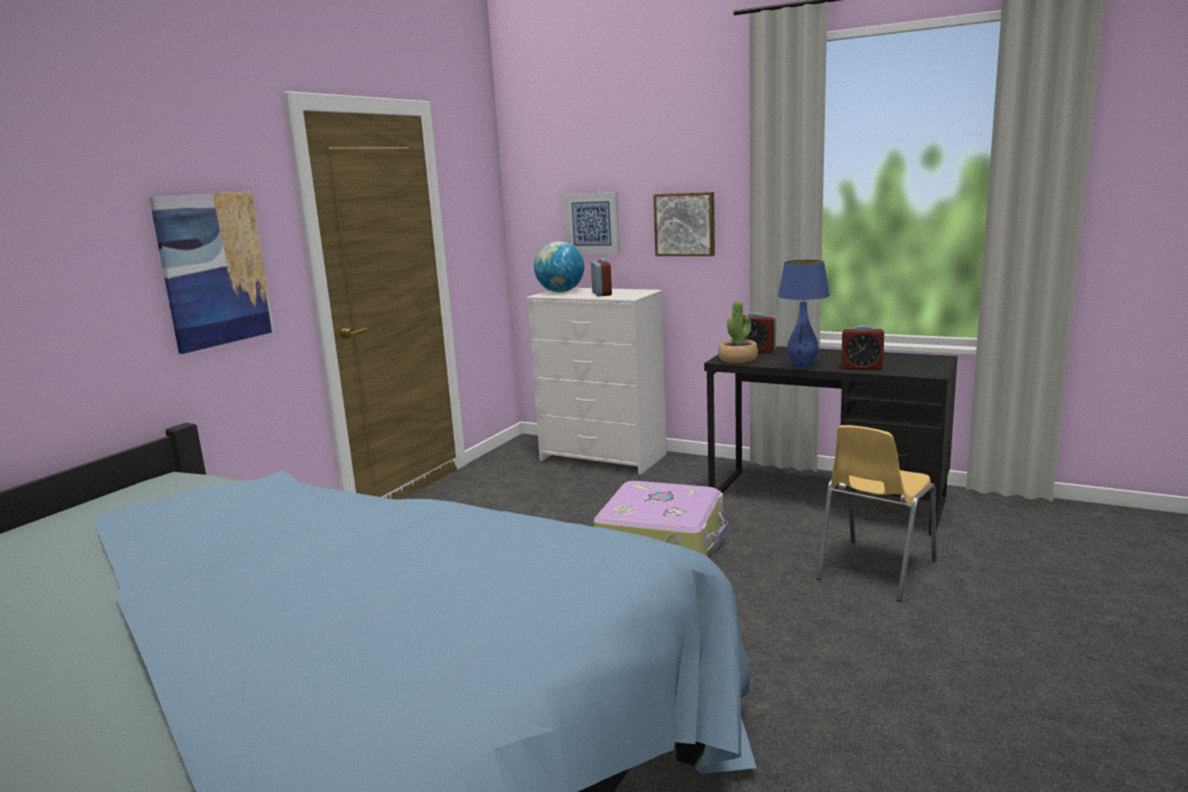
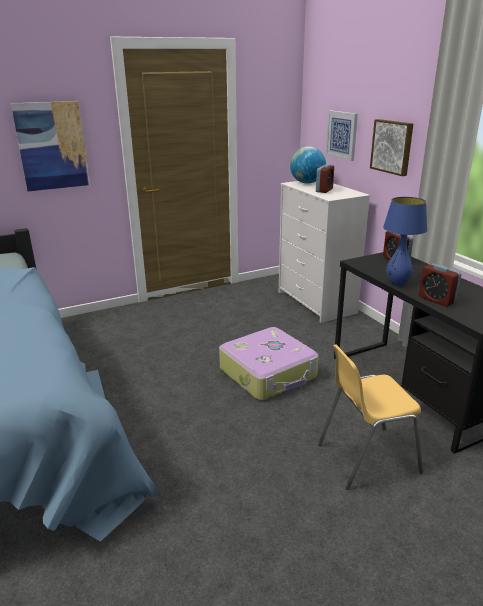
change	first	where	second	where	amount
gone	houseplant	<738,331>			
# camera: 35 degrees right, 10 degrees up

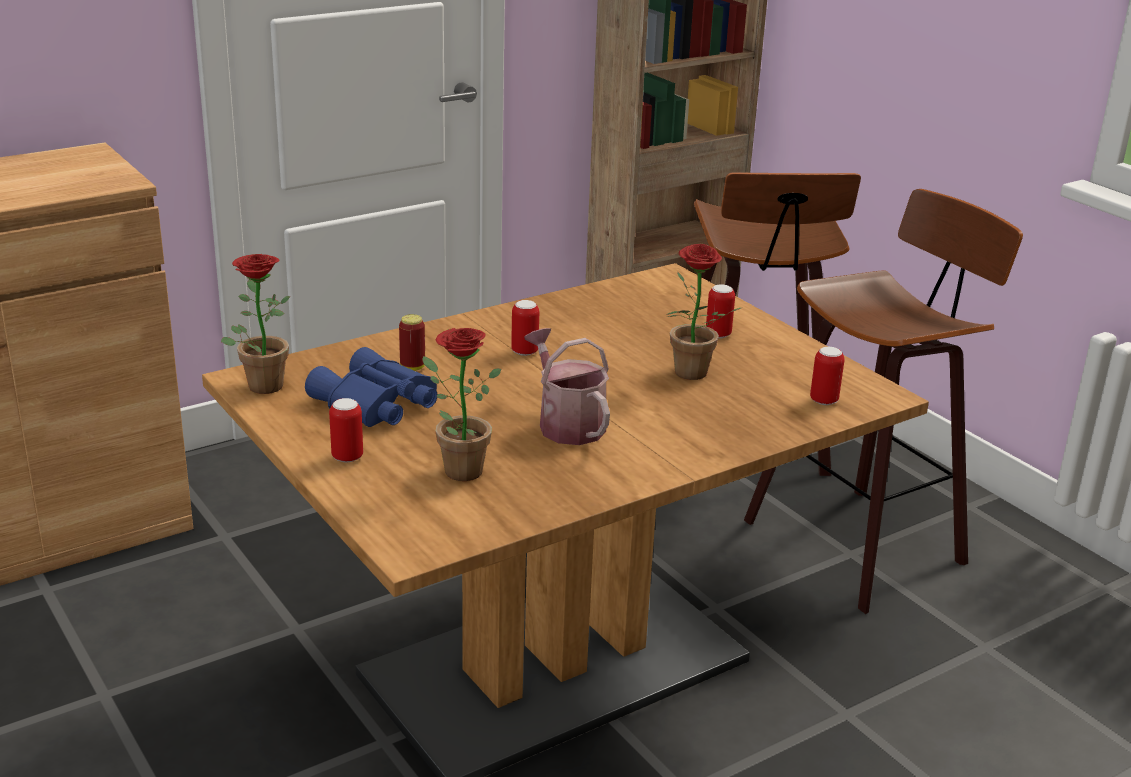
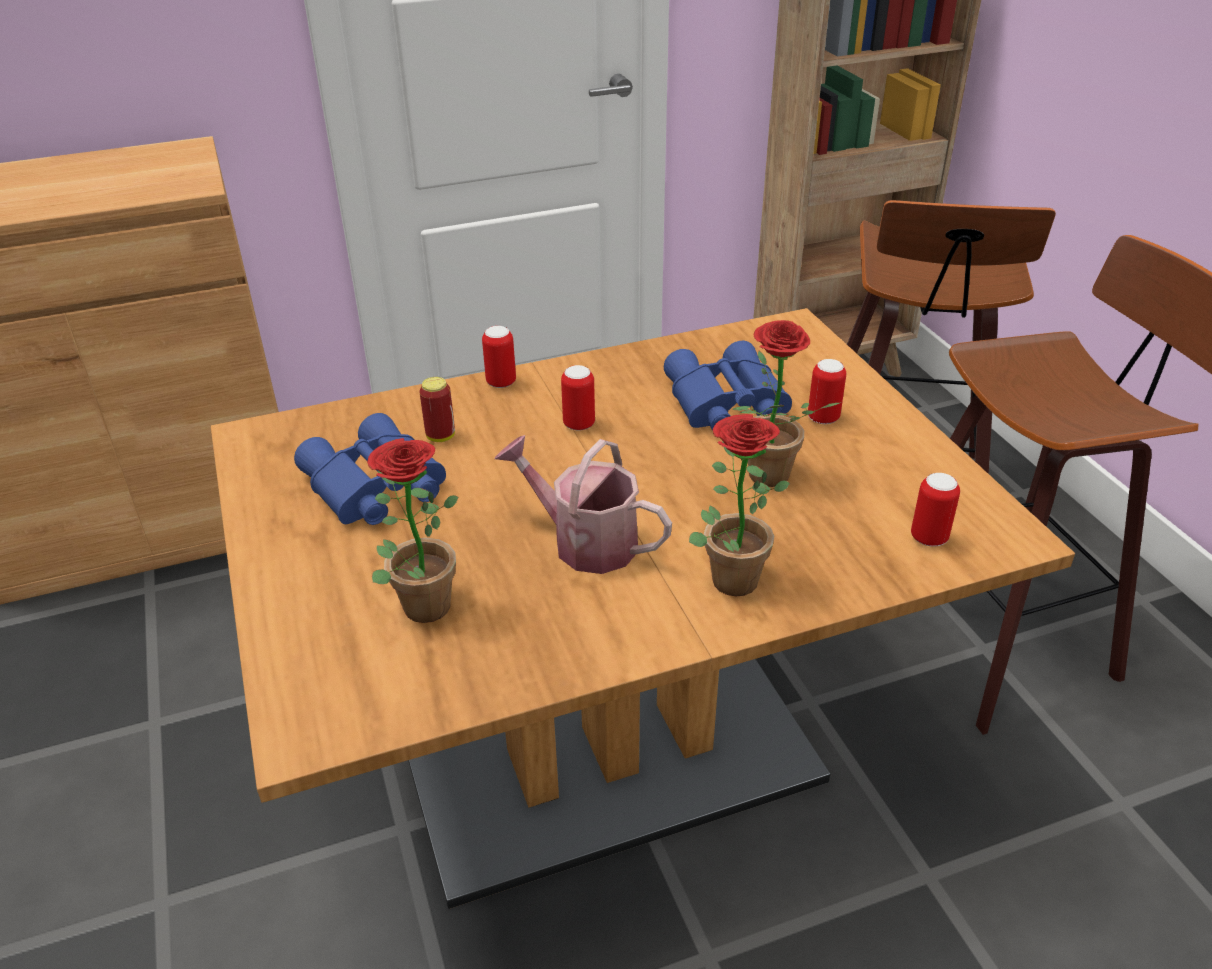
change	first	where	second	where	amount
new			blue field glasses	<728,386>	
shifted	houseplant	<255,324>		<739,505>	
shifted	sealed can	<346,430>		<499,357>	
rotated	watering can	<567,386>		<583,504>	45 degrees counterclockwise
# camera: 15 degrees right, 10 degrees up

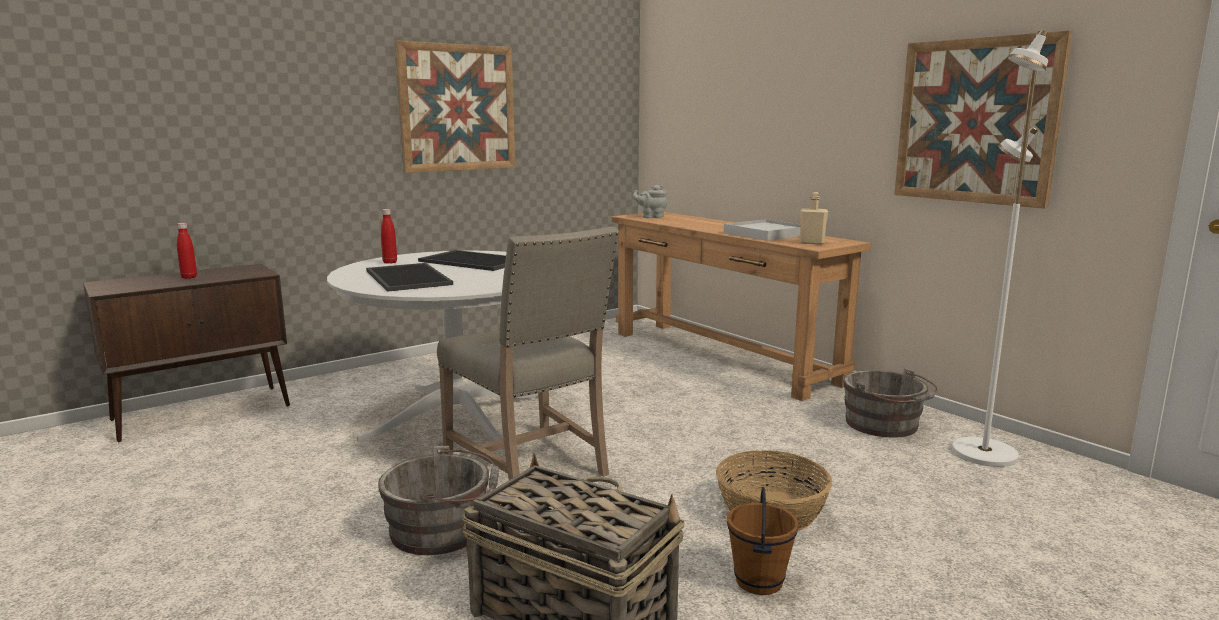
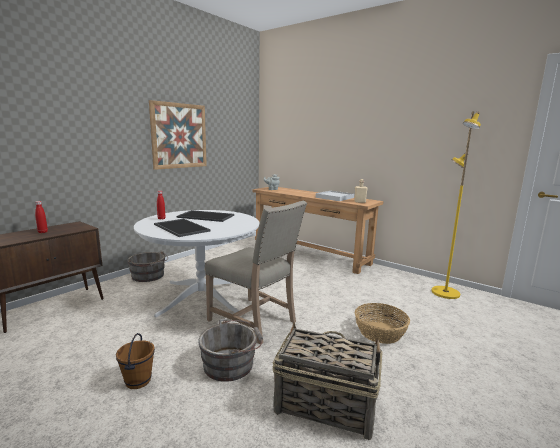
change	first	where	second	where	amount
gone	wall art	<983,120>			
shifted	brown water bucket	<762,541>		<135,361>	
shifted	greyish water bucket	<890,402>		<147,266>	
repainted	whitish standard lamp	<1000,248>	yellow standard lamp	<456,205>	
# camera: 15 degrees left, 0 degrees up

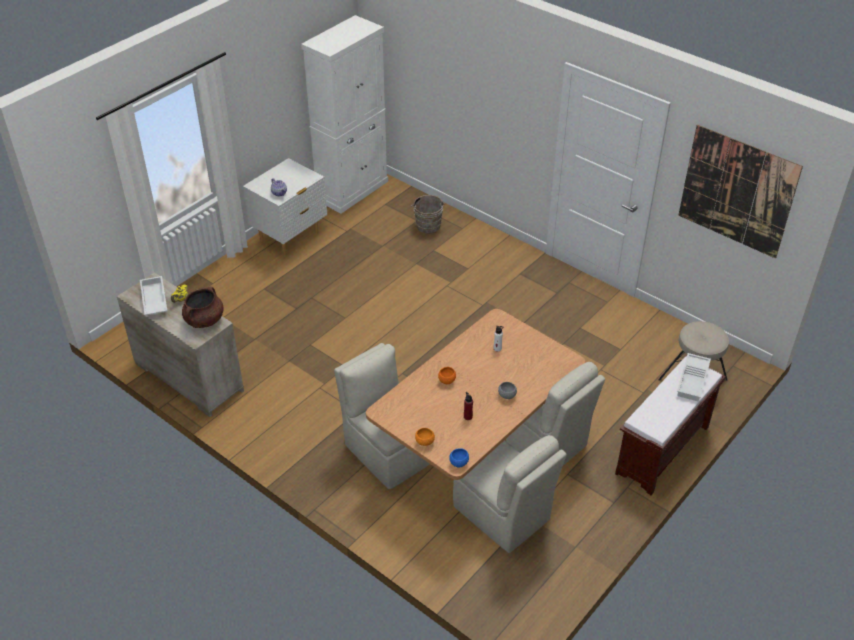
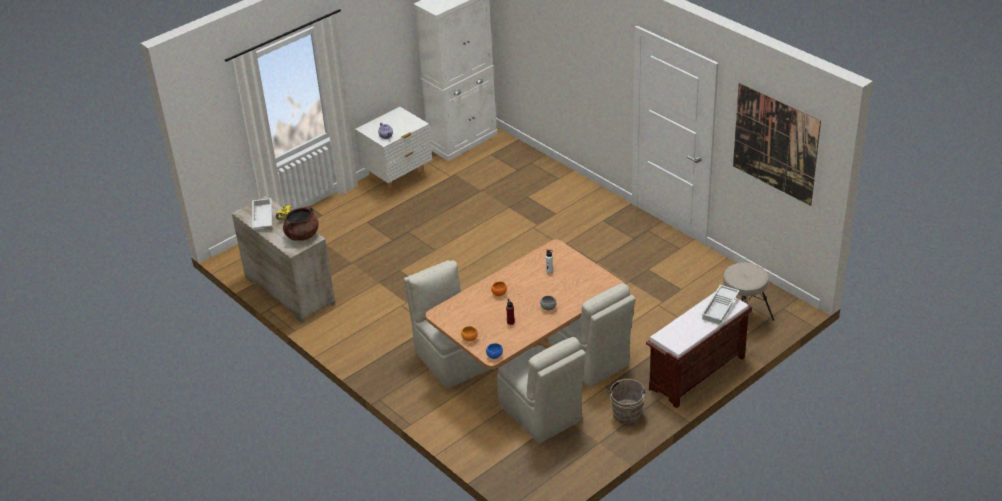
change	first	where	second	where	amount
shifted	brown water bucket	<429,214>		<627,401>	
# camera: 10 degrees right, 5 degrees down

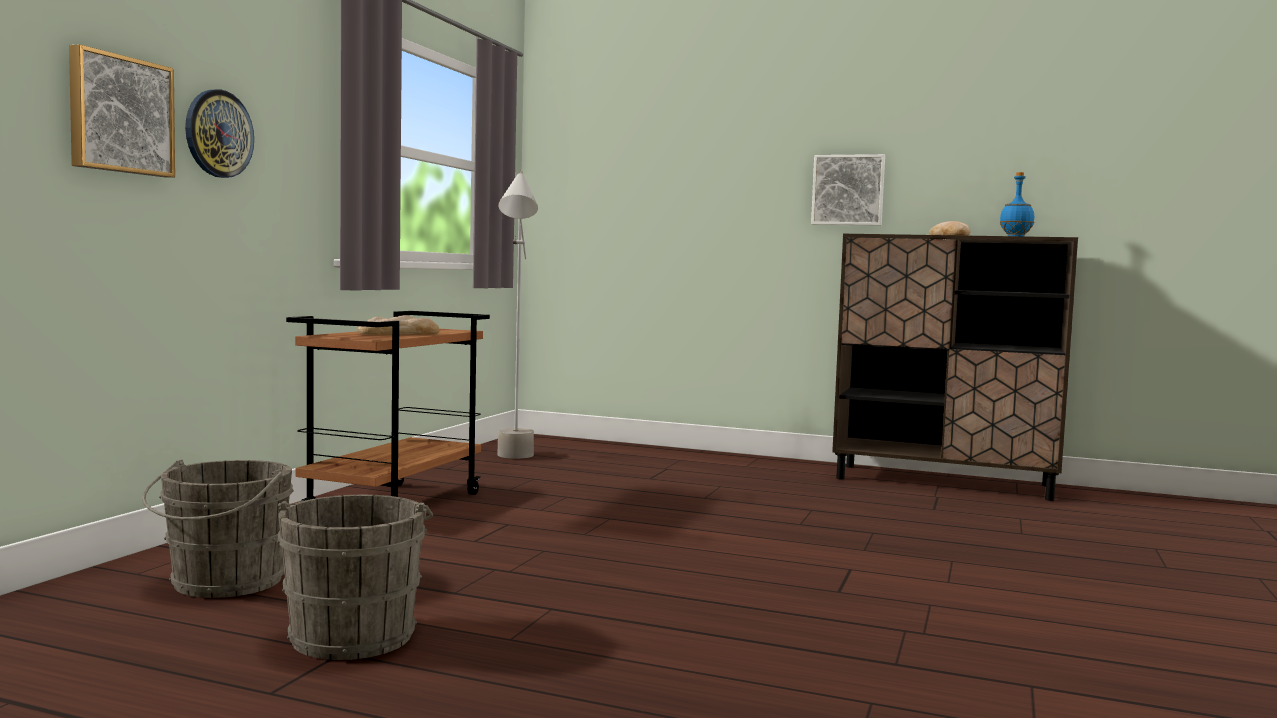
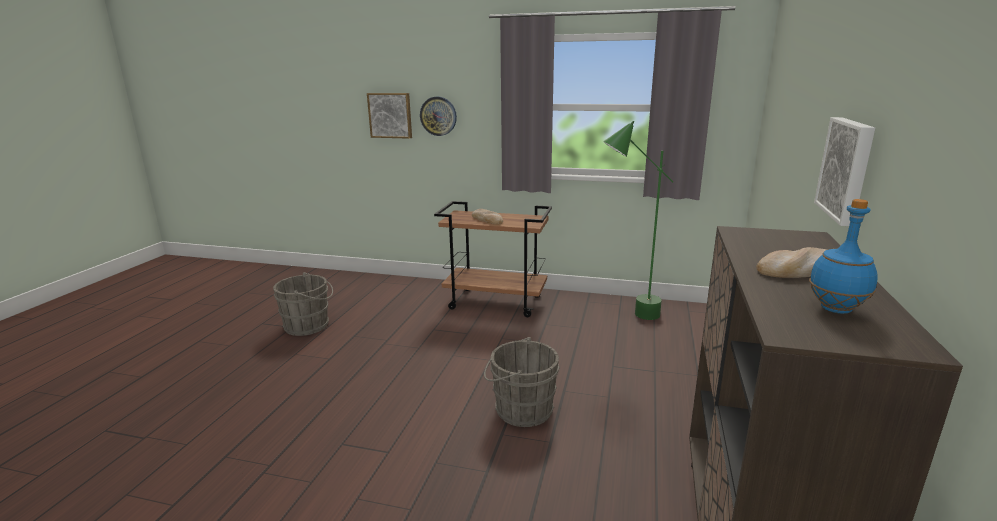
change	first	where	second	where	amount
shifted	greyish water bucket	<218,529>		<522,382>	
repainted	greyish standard lamp	<517,314>	greenish standard lamp	<638,220>	
# camera: 85 degrees right, 15 degrees up

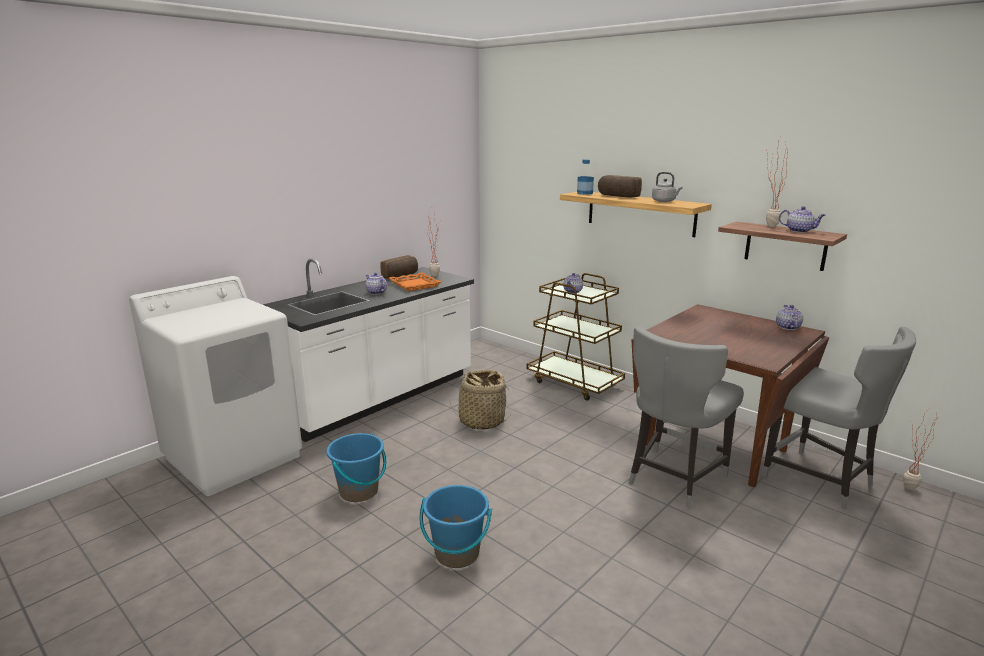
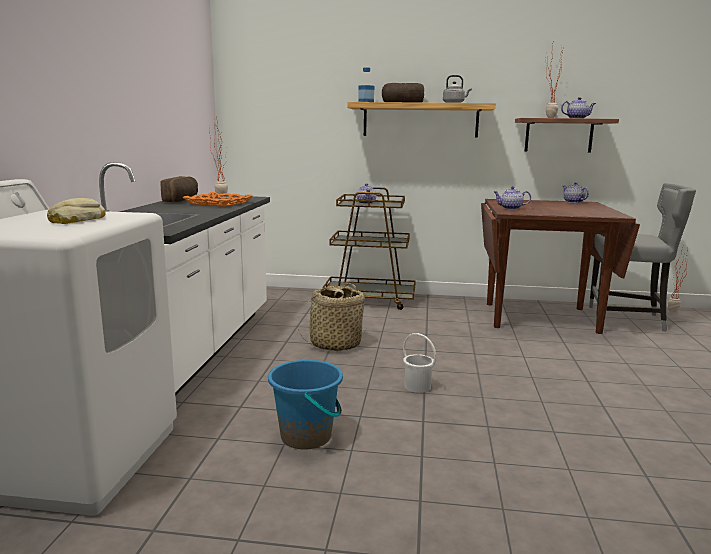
change	first	where	second	where	amount
gone	blue water bucket	<455,526>			
gone	greyish plain chair	<686,417>			
new			bakery bread	<76,211>	
new			whitish water bucket	<419,363>	
shifted	teapot	<376,284>		<512,197>	
# camera: 35 degrees left, 5 degrees down

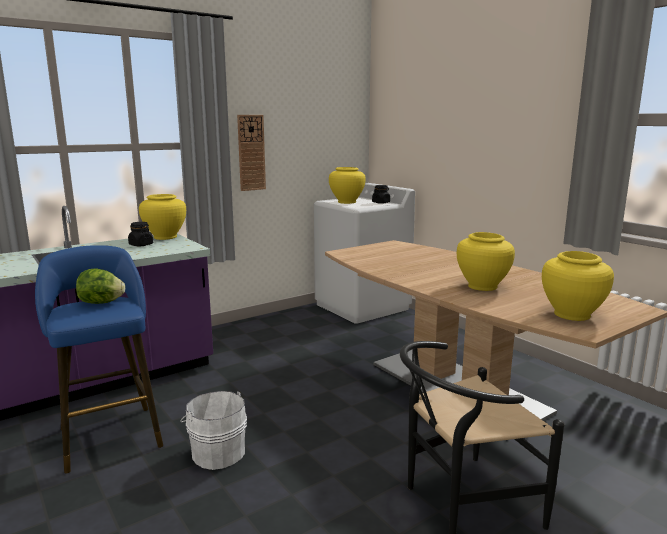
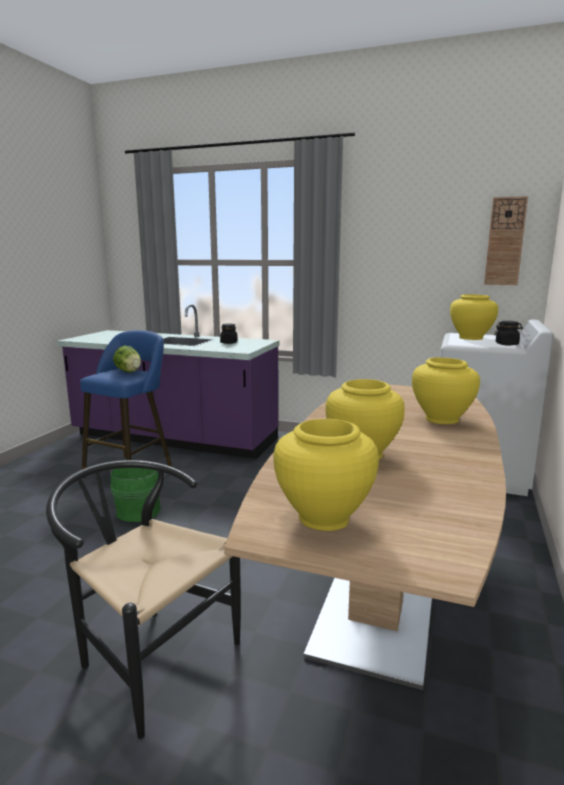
change	first	where	second	where	amount
shifted	yellow vase	<162,217>		<446,390>	
shifted	wall clock	<251,153>		<506,240>	
repainted	whitish water bucket	<213,430>	greenish water bucket	<137,495>	
# camera: 55 degrees right, 0 degrees up

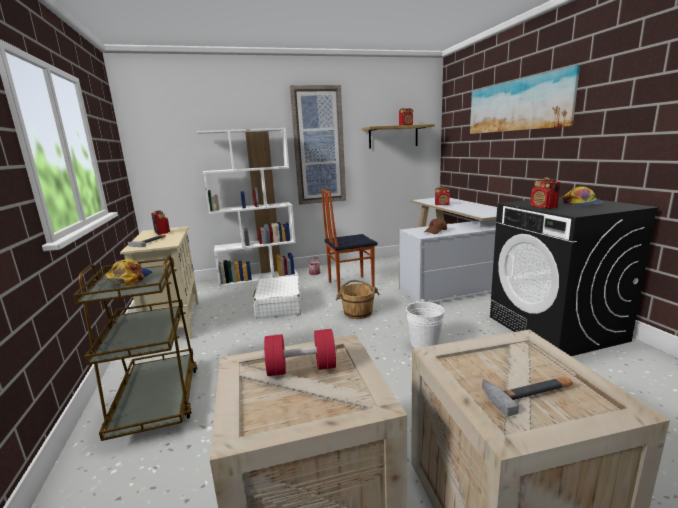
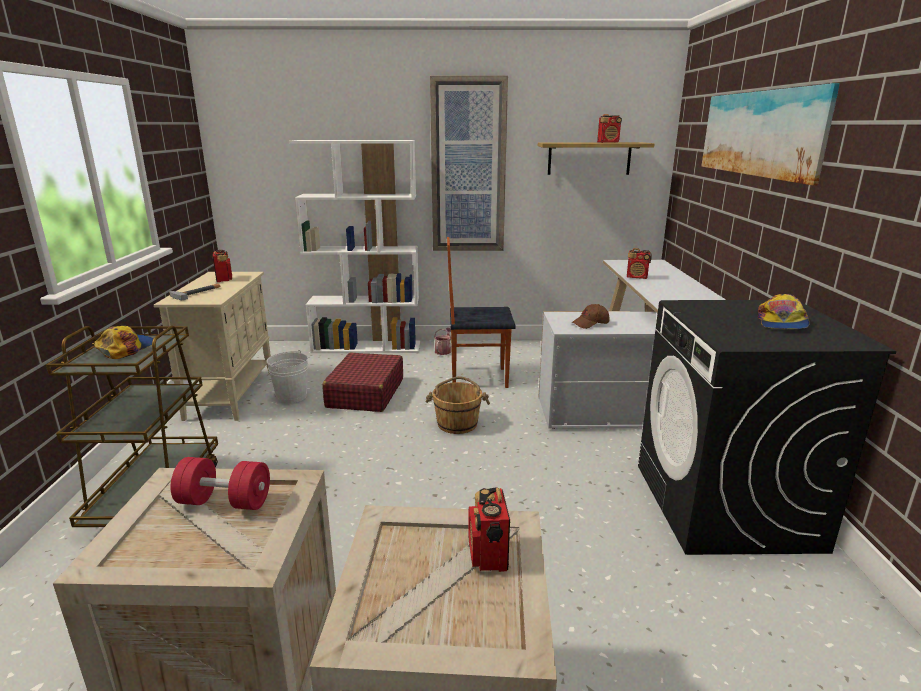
change	first	where	second	where	amount
gone	hand hammer	<527,396>			
shifted	whitish water bucket	<425,323>		<287,376>	
shifted	radio set	<545,193>		<489,529>	
repainted	whitish piece of luggage	<277,297>	red piece of luggage	<362,382>	
# camera: 15 degrees right, 5 degrees up

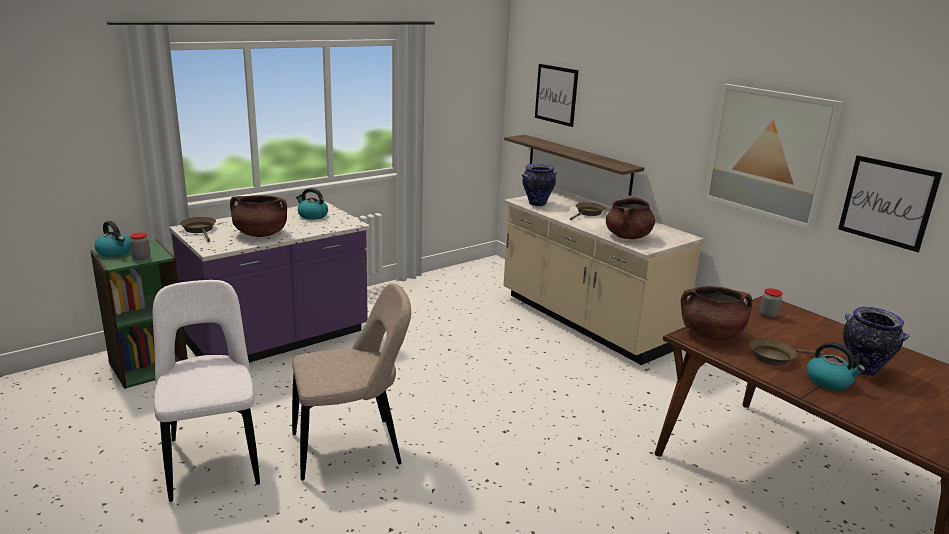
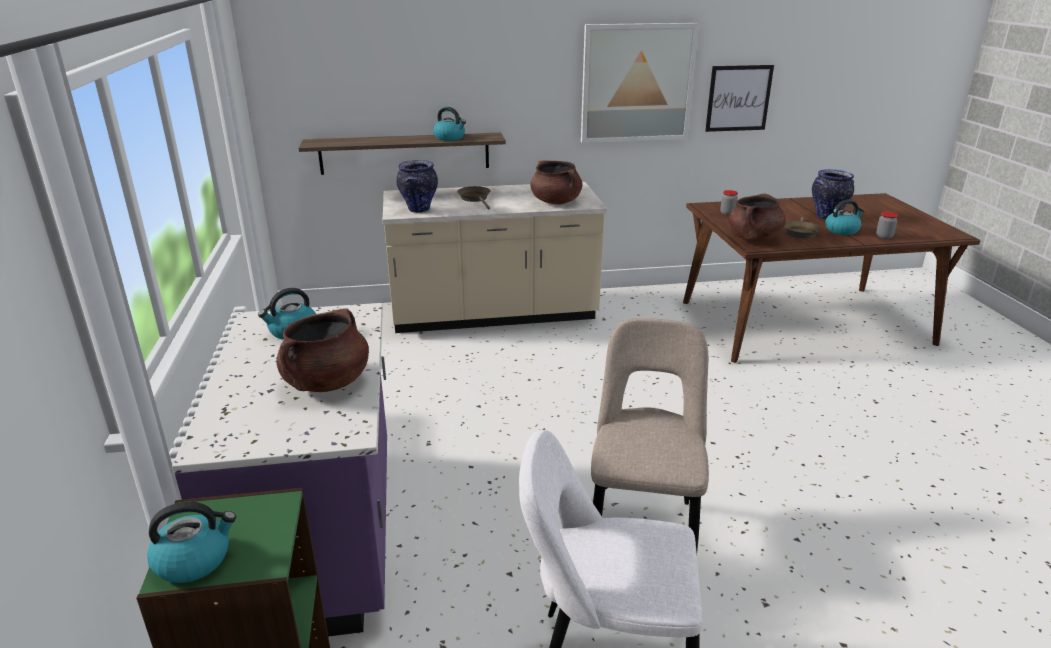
change	first	where	second	where	amount
gone	brown skillet	<198,229>			
gone	wall art	<557,95>			
new			tea kettle	<449,124>	
shifted	jar	<140,246>		<887,225>	
# camera: 60 degrees left, 5 degrees up

